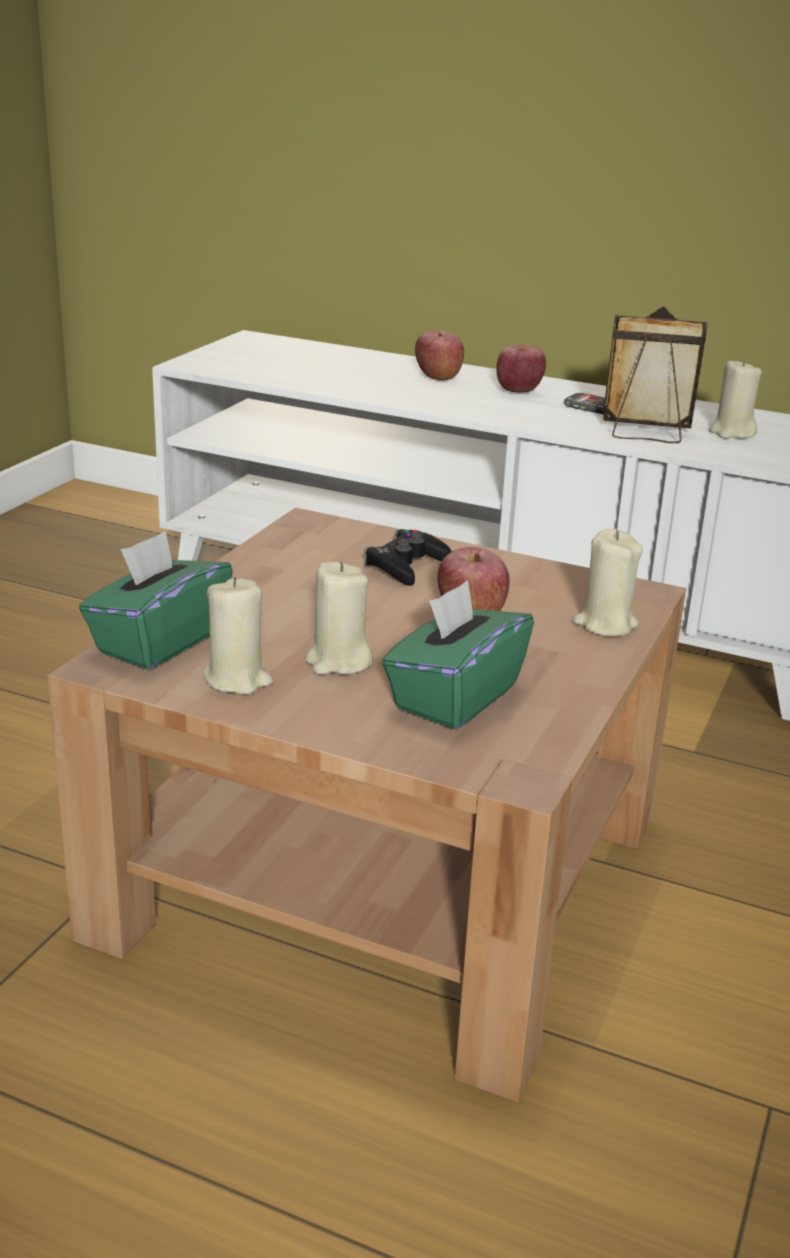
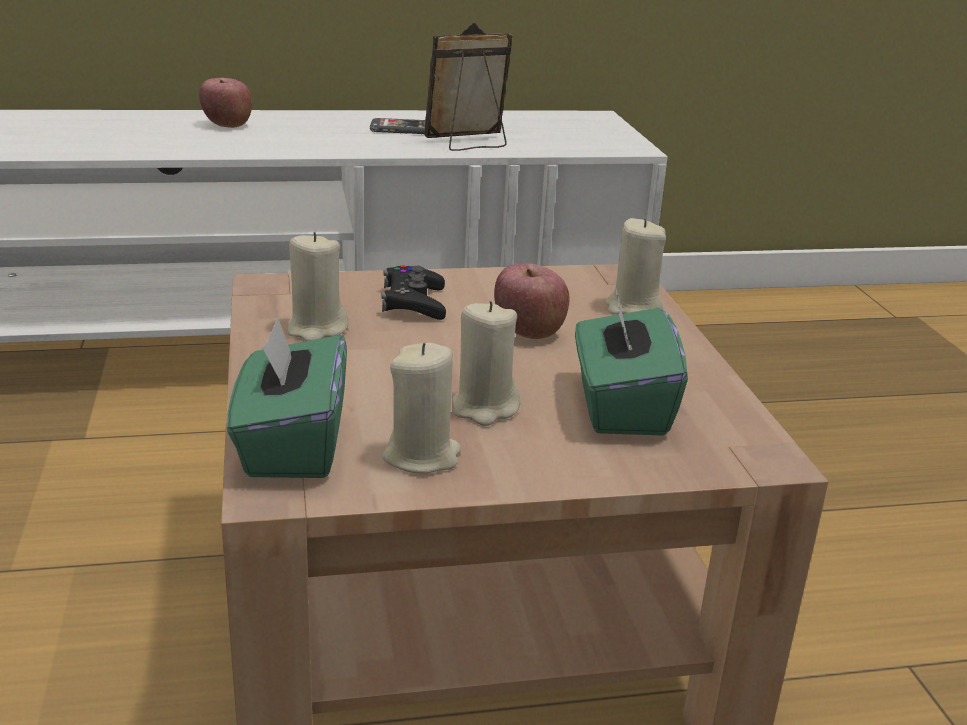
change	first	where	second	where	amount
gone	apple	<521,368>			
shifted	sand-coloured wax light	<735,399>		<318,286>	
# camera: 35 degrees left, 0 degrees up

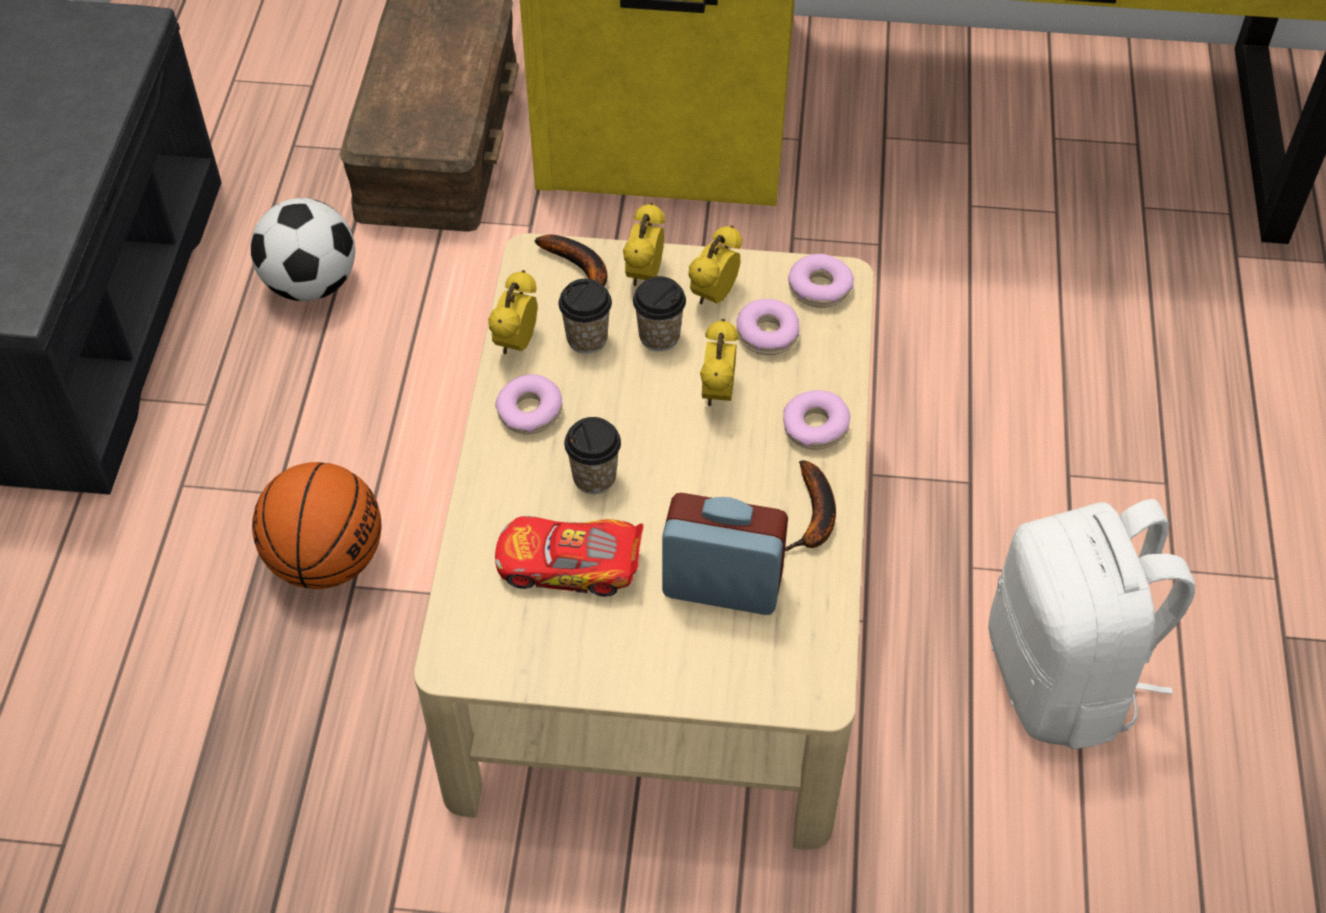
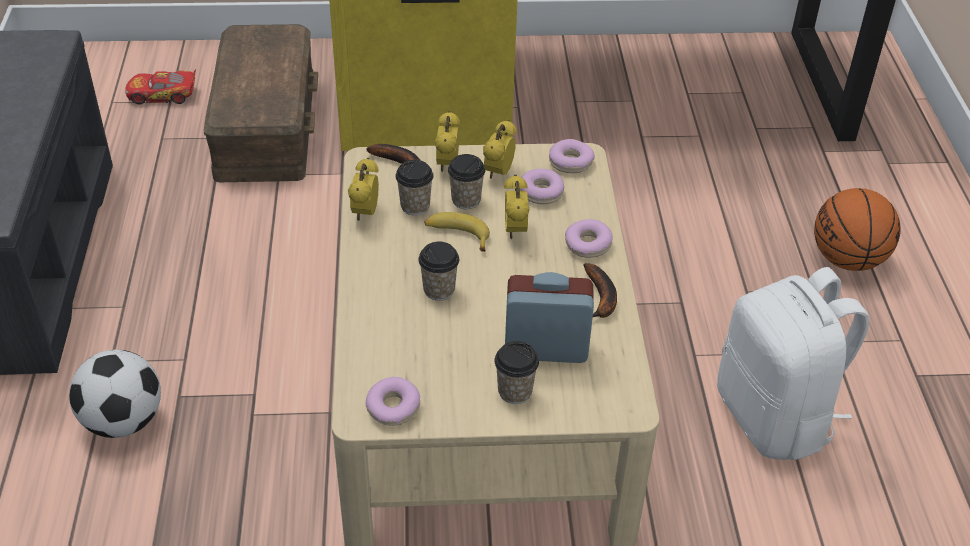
change	first	where	second	where	amount
new			whole banana	<457,232>	
new			cup	<516,372>	
shifted	football	<303,249>		<115,394>	
shifted	basketball	<316,525>		<857,229>	
shifted	ring doughnut	<529,404>		<392,401>	
shifted	model car	<569,556>		<160,86>	
# camera: 10 degrees left, 10 degrees down

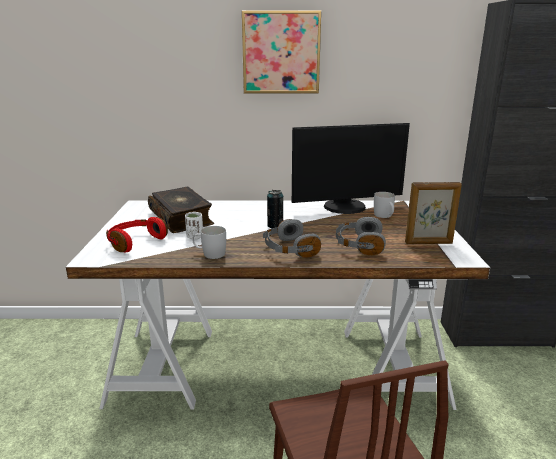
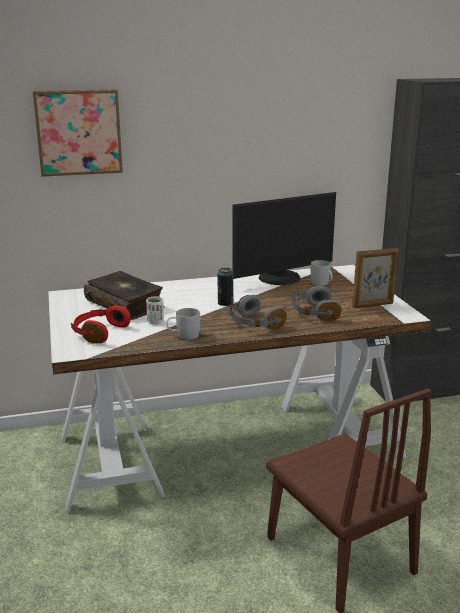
change	first	where	second	where	amount
shifted	wall art	<281,52>		<78,133>	
# camera: 15 degrees left, 0 degrees up

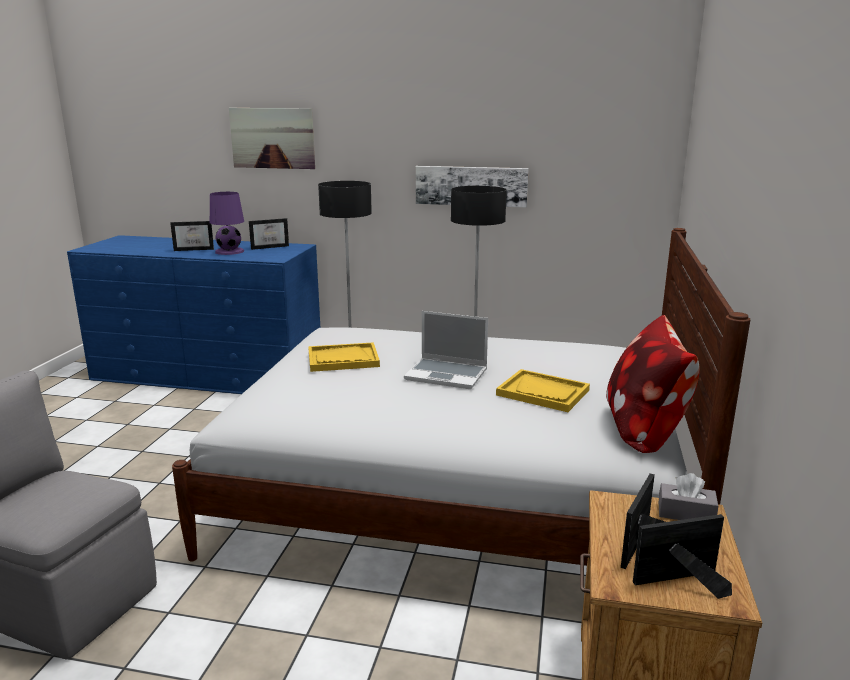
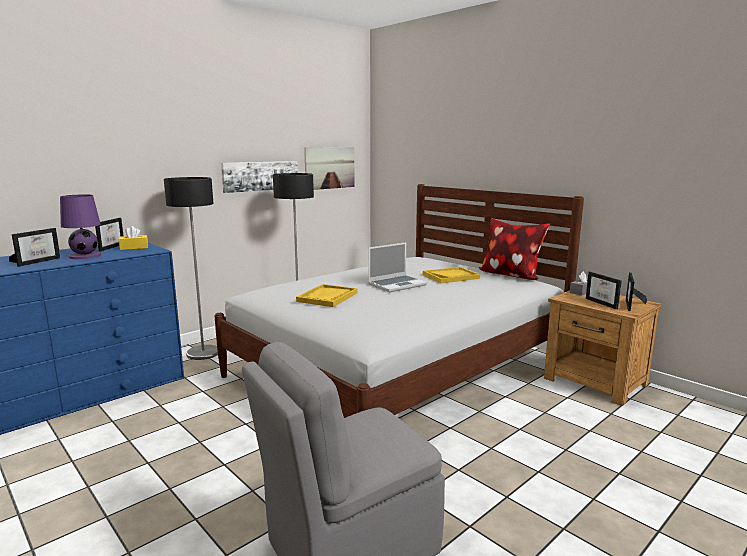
change	first	where	second	where	amount
new			yellow tissue box	<133,238>	
shifted	wall art	<272,138>		<329,168>	
# camera: 55 degrees left, 5 degrees down

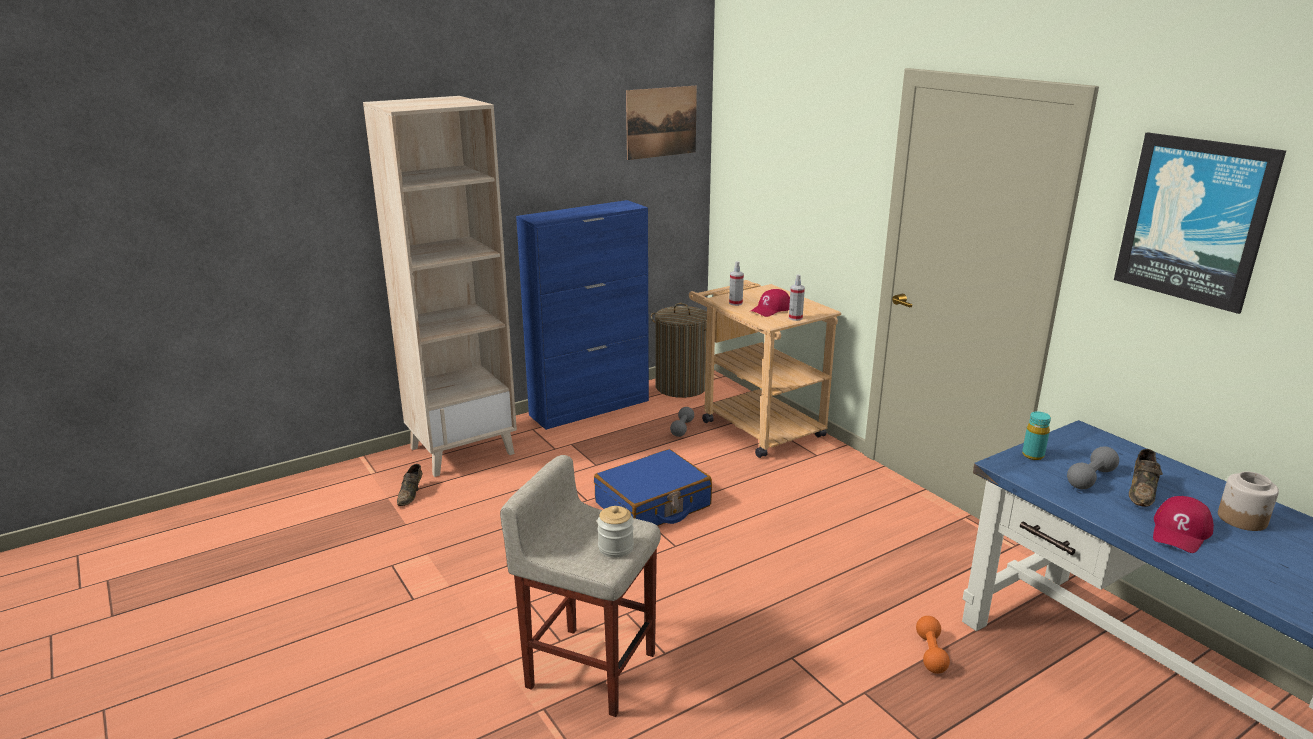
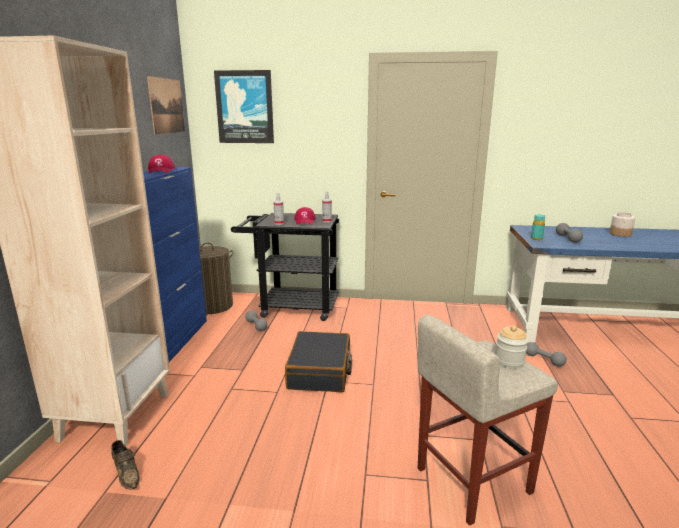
change	first	where	second	where	amount
gone	brown low shoe	<1146,478>			
shifted	wall art	<1200,223>		<244,106>	
shifted	red peaked cap	<1183,524>		<161,164>	
repainted	blue piece of luggage	<653,487>	black-coloured piece of luggage	<318,361>	
repainted	sand-coloured cart	<765,369>	black-coloured cart	<285,267>	
repainted	orange-coloured free weight	<933,645>	greyish free weight	<546,354>	
# camera: 50 degrees left, 5 degrees down

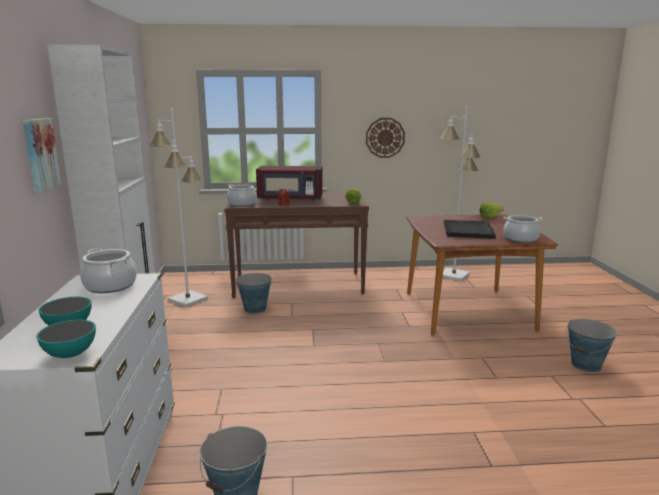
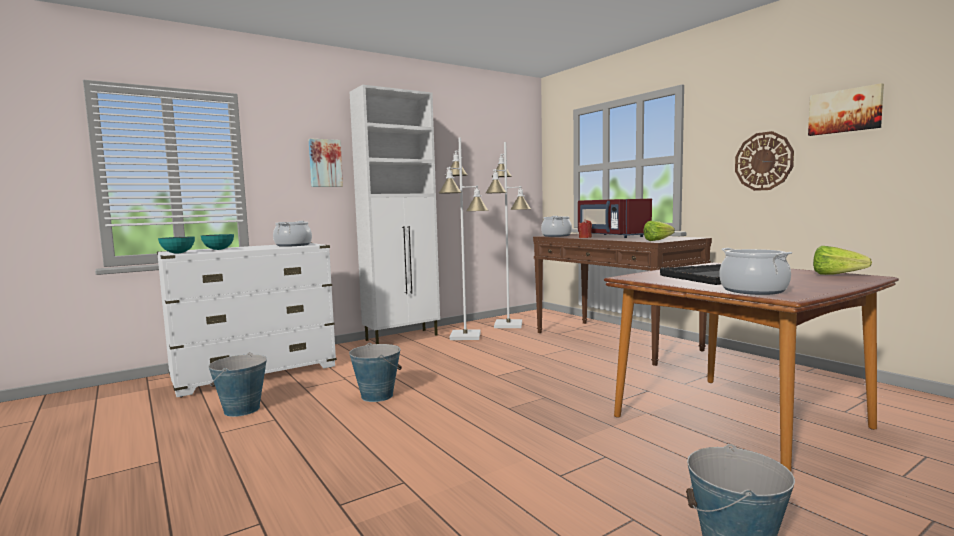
change	first	where	second	where	amount
new			wall art	<846,109>	
shifted	water bucket	<254,293>		<375,372>	
shifted	whitish standard lamp	<460,193>		<464,238>	
# camera: 60 degrees right, 10 degrees down

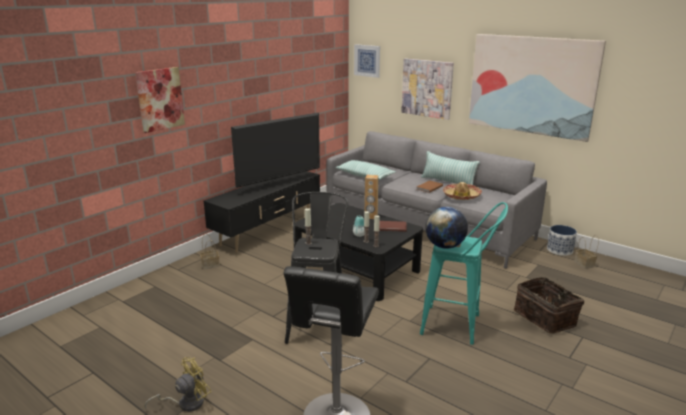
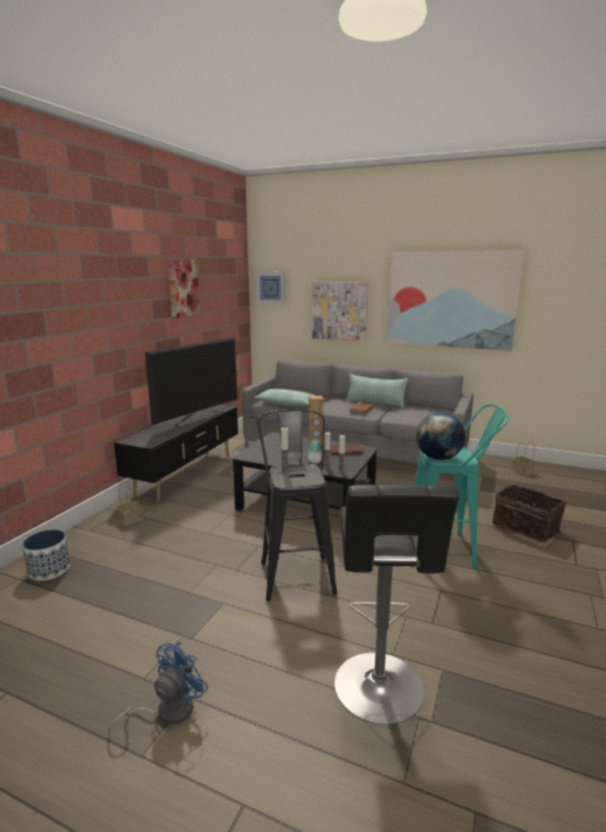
change	first	where	second	where	amount
gone	clothing hat	<462,191>			
shifted	wall art	<160,100>		<183,289>	
shifted	plant pot	<562,240>		<46,555>	
repainted	yellow electric fan	<177,384>	blue electric fan	<158,688>	
# camera: 15 degrees left, 5 degrees down

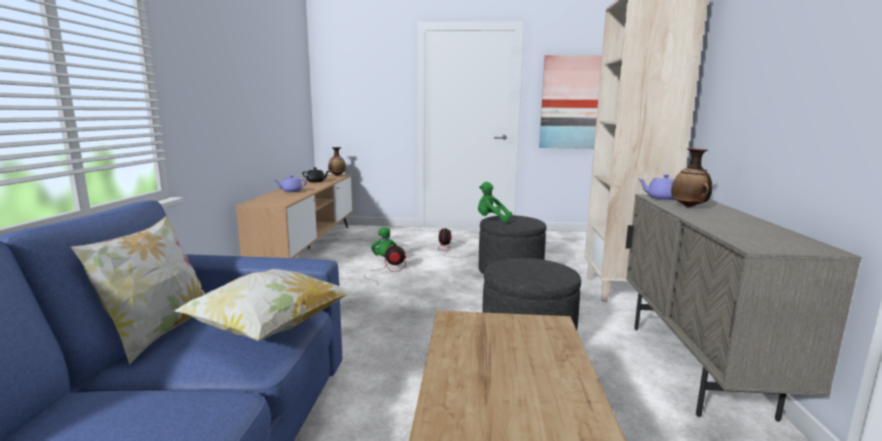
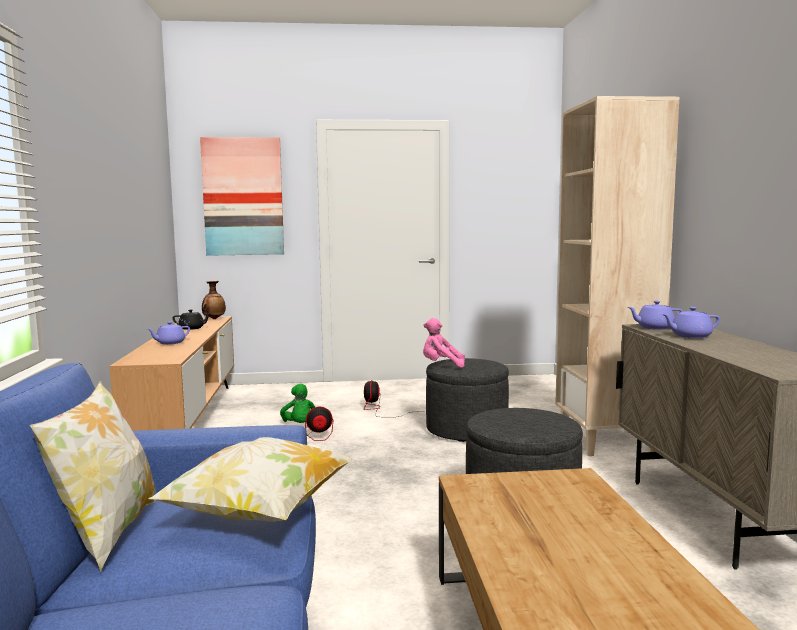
change	first	where	second	where	amount
shifted	wall art	<570,102>		<242,196>	
swapped	vase	<691,178>	purplish teapot	<691,322>	
repainted	greenish cuddly toy	<495,202>	pinkish cuddly toy	<444,343>	
# camera: 10 degrees left, 5 degrees down

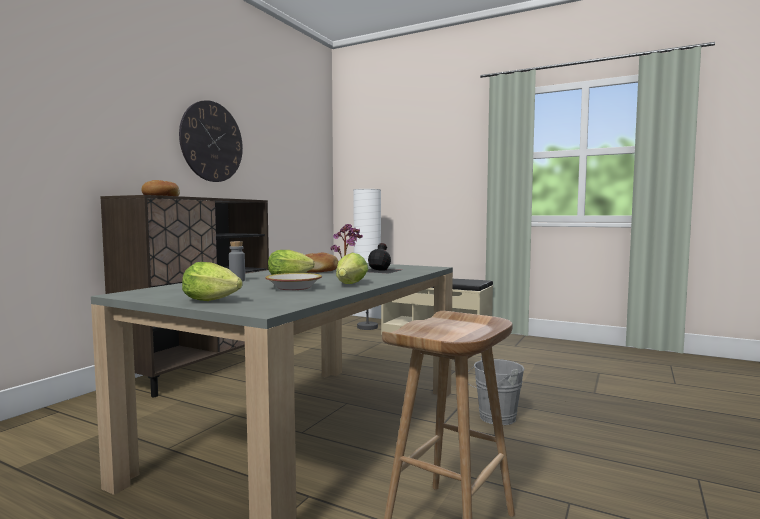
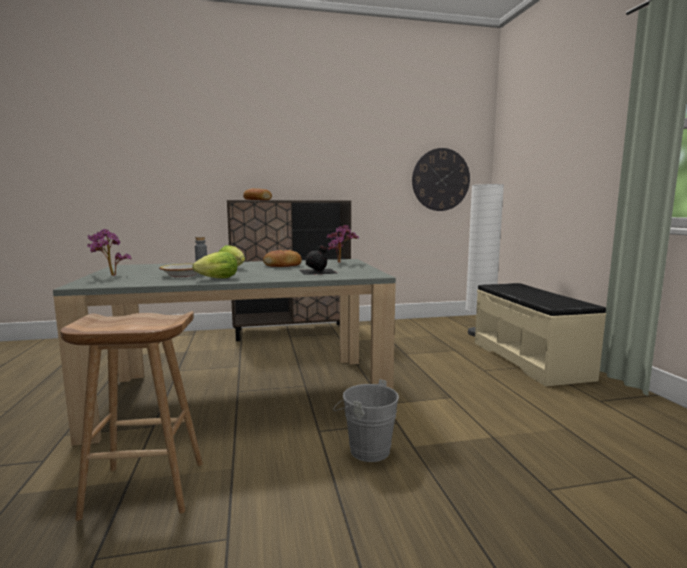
change	first	where	second	where	amount
shifted	wall clock	<211,141>		<441,179>	
swapped	lettuce	<212,281>	houseplant	<109,252>	
# camera: 50 degrees right, 5 degrees up

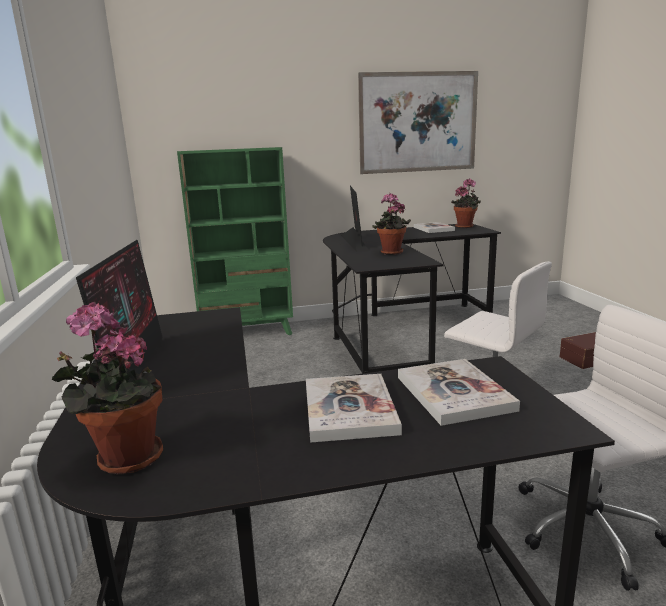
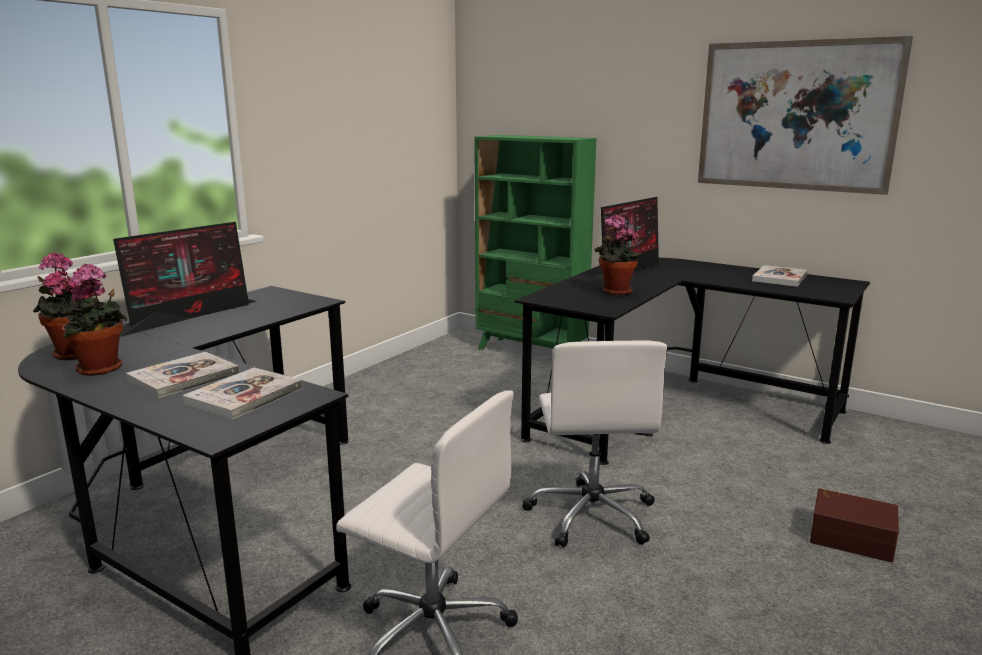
change	first	where	second	where	amount
shifted	houseplant	<466,203>		<94,320>	
# camera: 45 degrees right, 0 degrees up

